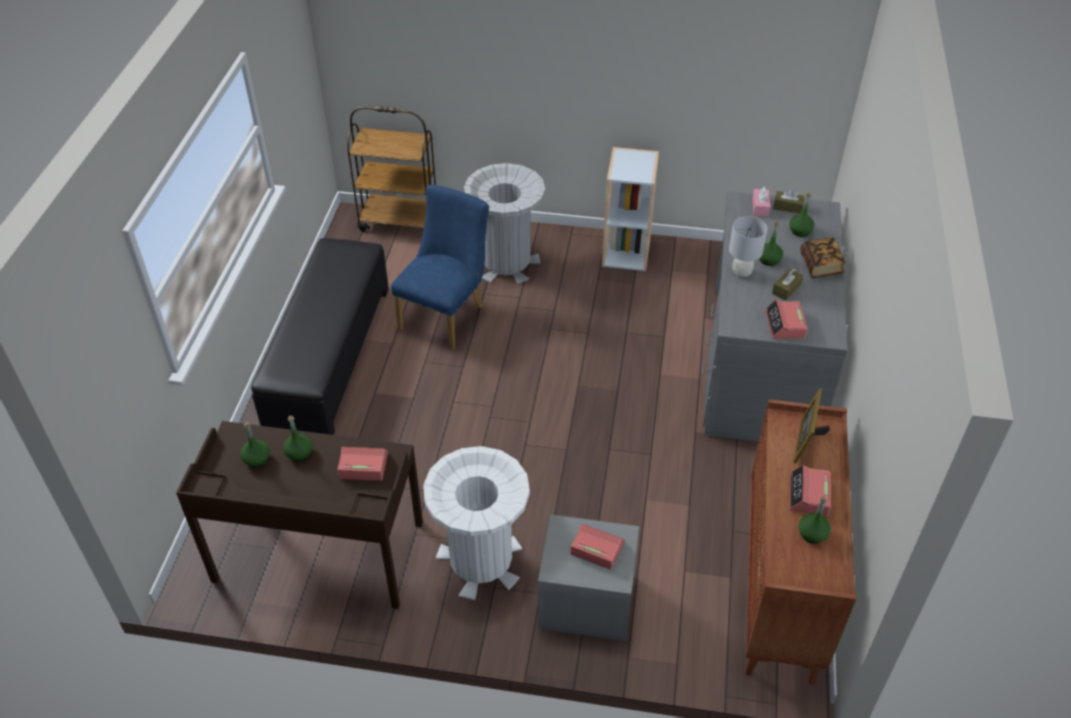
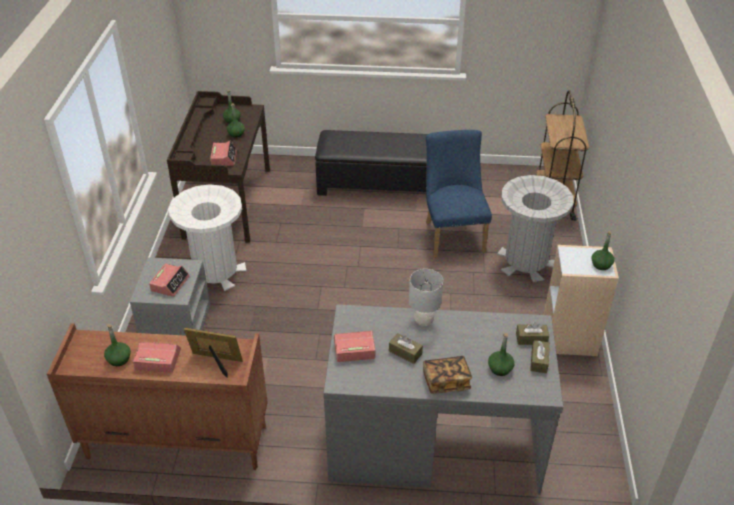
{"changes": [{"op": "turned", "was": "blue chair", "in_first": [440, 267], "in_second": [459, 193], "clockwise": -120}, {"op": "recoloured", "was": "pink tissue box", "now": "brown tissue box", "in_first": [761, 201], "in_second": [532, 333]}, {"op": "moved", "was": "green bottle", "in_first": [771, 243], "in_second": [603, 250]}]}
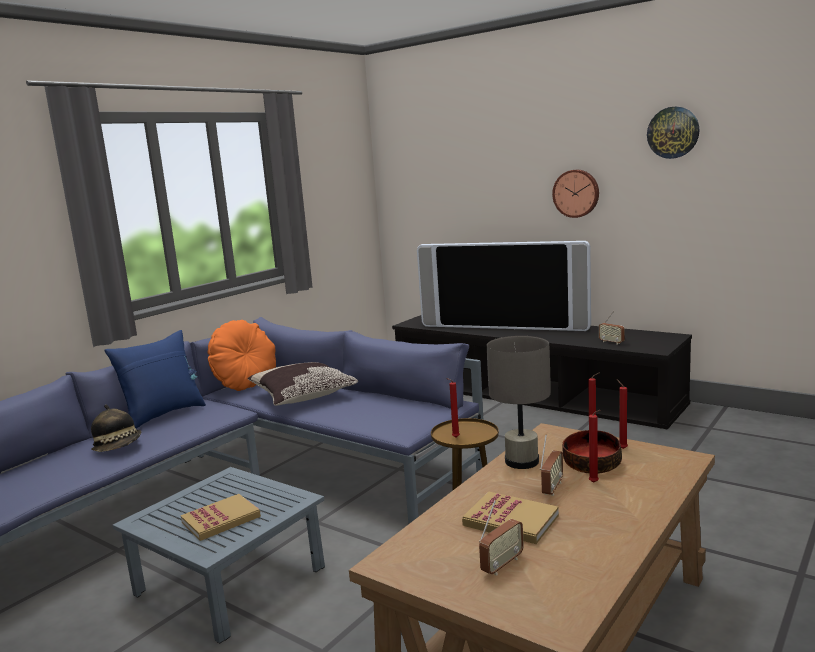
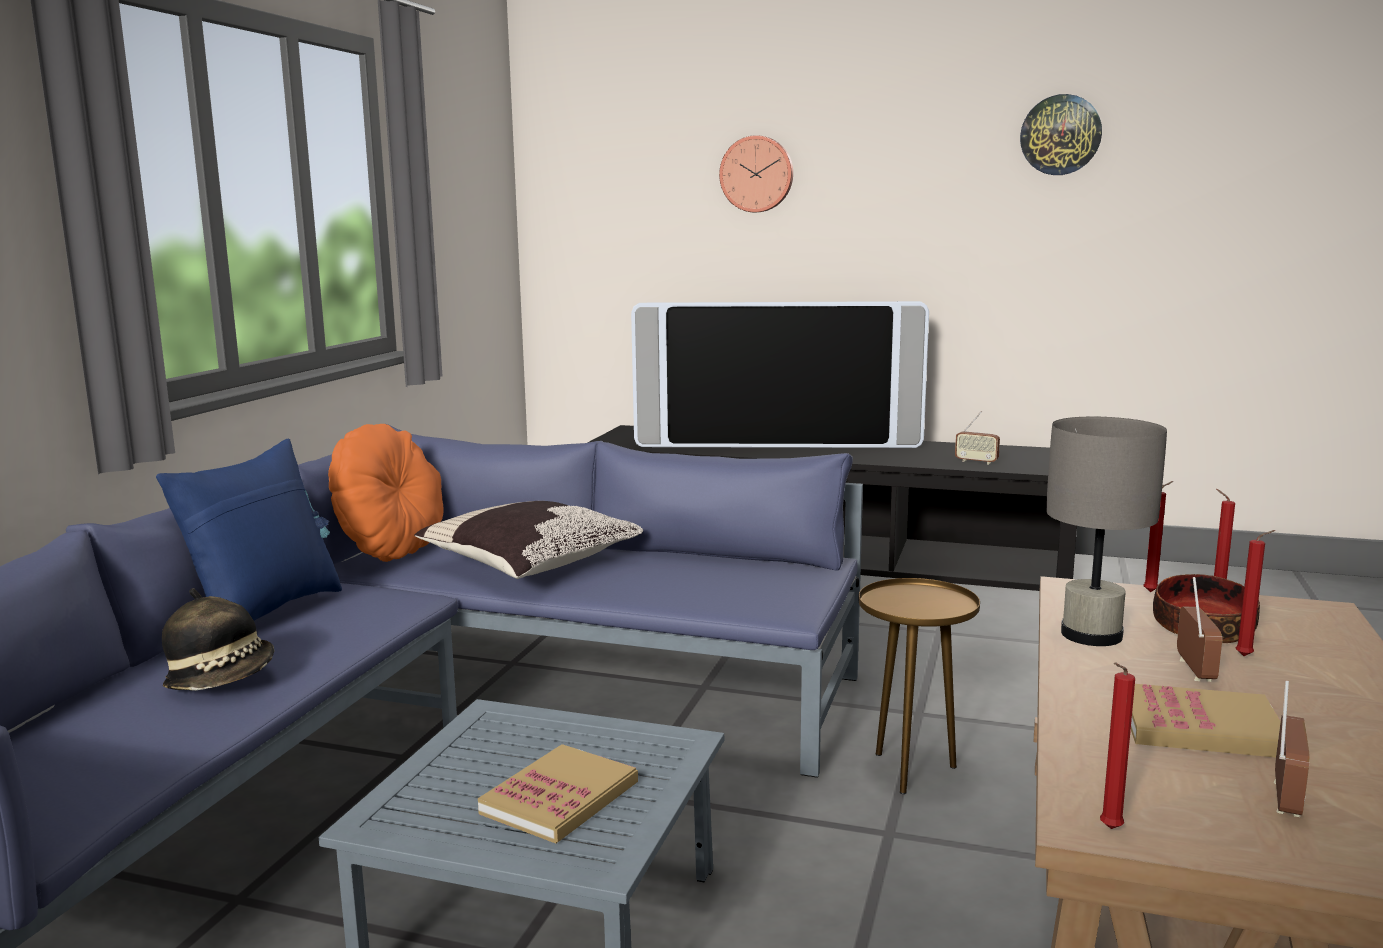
{"changes": [{"op": "moved", "was": "wall clock", "in_first": [575, 194], "in_second": [756, 173]}, {"op": "moved", "was": "red candle", "in_first": [453, 407], "in_second": [1117, 745]}]}
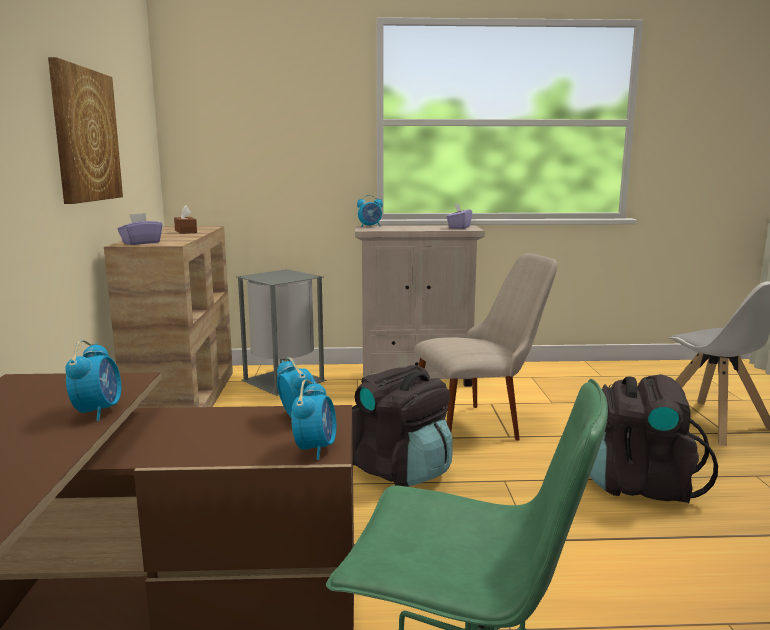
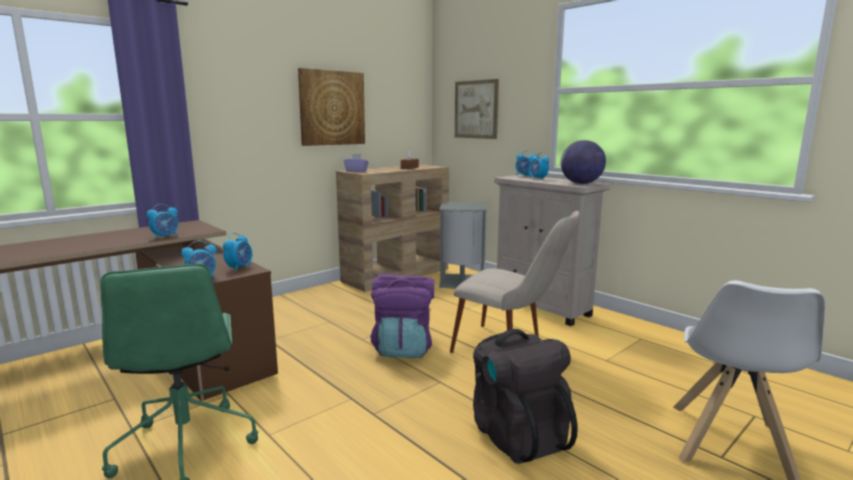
{"changes": [{"op": "recoloured", "was": "black backpack", "now": "purple backpack", "in_first": [402, 426], "in_second": [402, 316]}, {"op": "added", "now": "picture", "in_second": [477, 109]}, {"op": "added", "now": "alarm clock", "in_second": [539, 166]}, {"op": "replaced", "was": "purple tissue box", "now": "globe", "in_first": [459, 216], "in_second": [583, 162]}]}
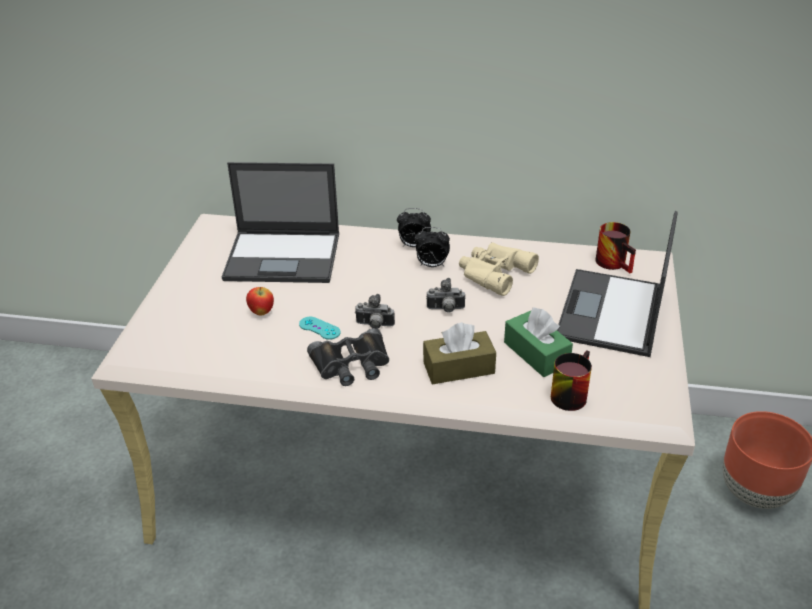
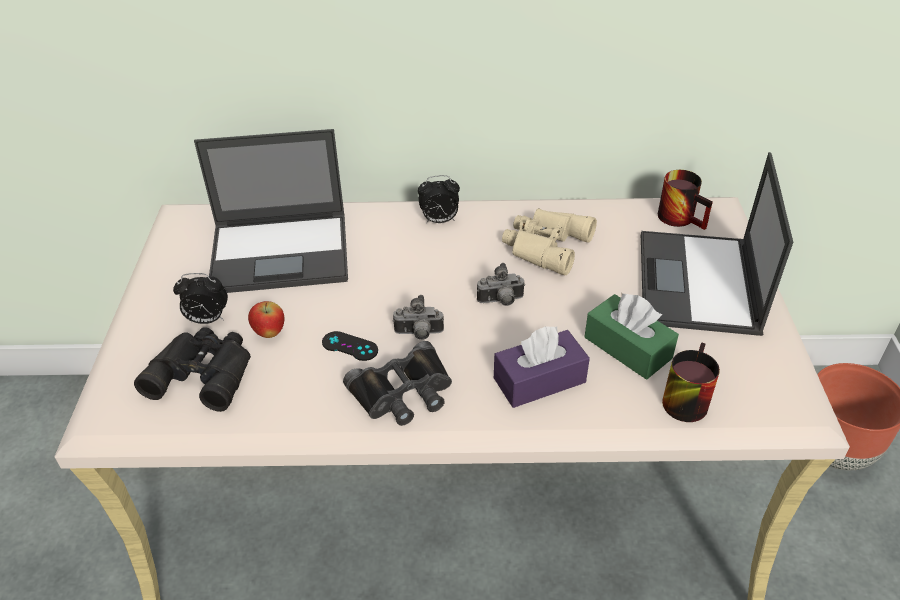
{"changes": [{"op": "added", "now": "black binoculars", "in_second": [192, 369]}, {"op": "moved", "was": "alarm clock", "in_first": [432, 247], "in_second": [200, 298]}, {"op": "recoloured", "was": "turquoise game controller", "now": "black game controller", "in_first": [319, 328], "in_second": [350, 346]}, {"op": "recoloured", "was": "brown tissue box", "now": "purple tissue box", "in_first": [459, 353], "in_second": [542, 367]}]}
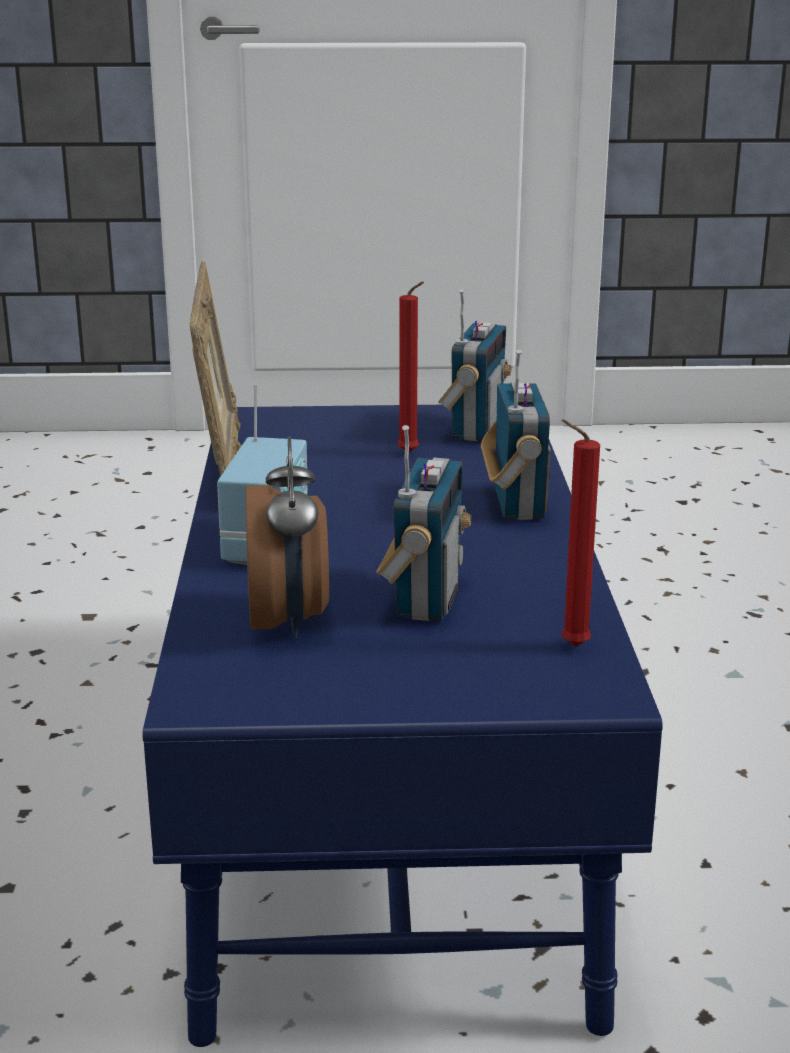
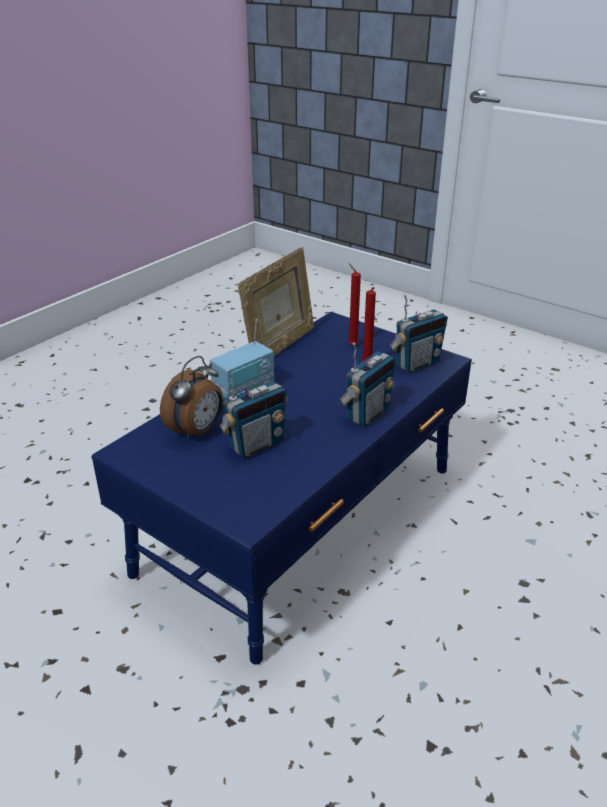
{"changes": [{"op": "moved", "was": "red candle", "in_first": [580, 533], "in_second": [354, 304]}]}
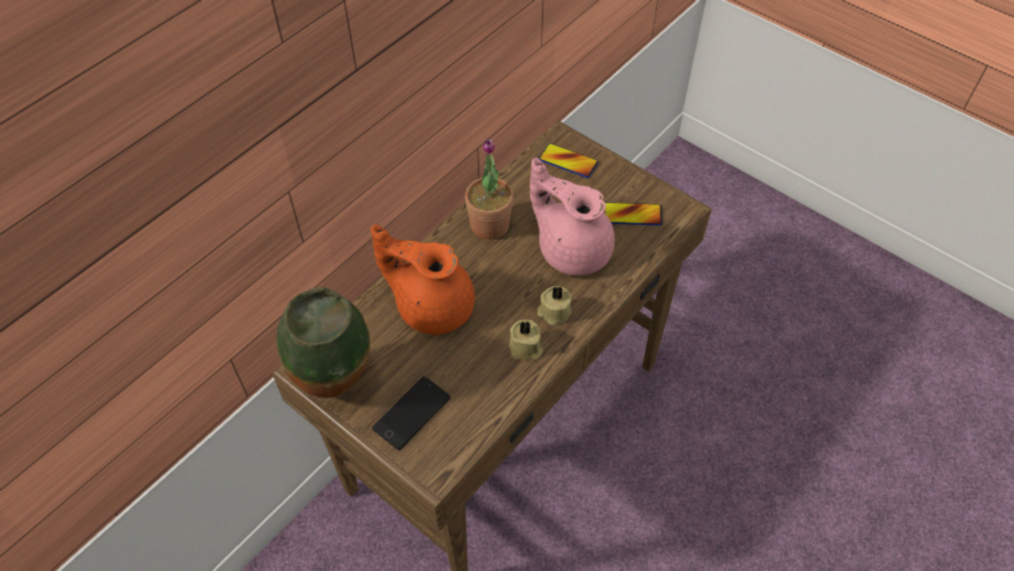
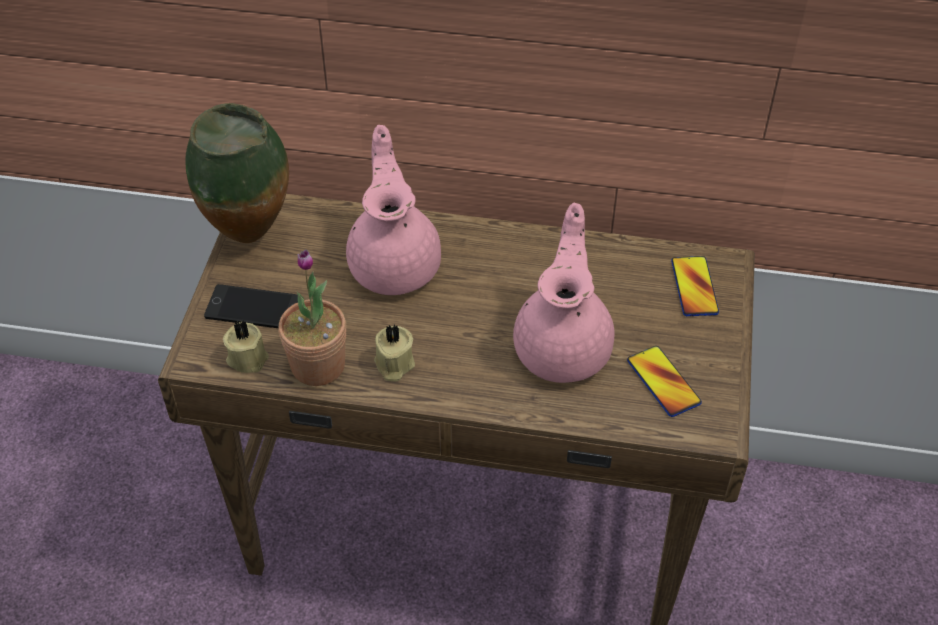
{"changes": [{"op": "moved", "was": "beige candle", "in_first": [554, 306], "in_second": [246, 346]}, {"op": "moved", "was": "potted plant", "in_first": [489, 189], "in_second": [312, 317]}, {"op": "recoloured", "was": "orange teapot", "now": "pink teapot", "in_first": [423, 280], "in_second": [393, 210]}]}
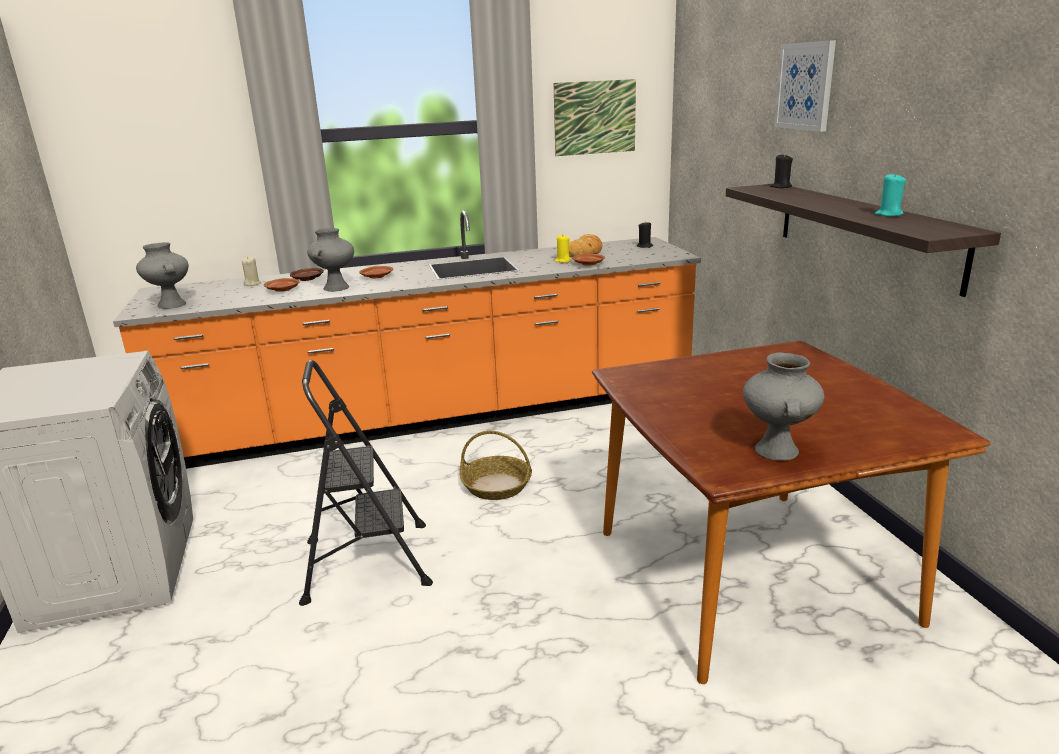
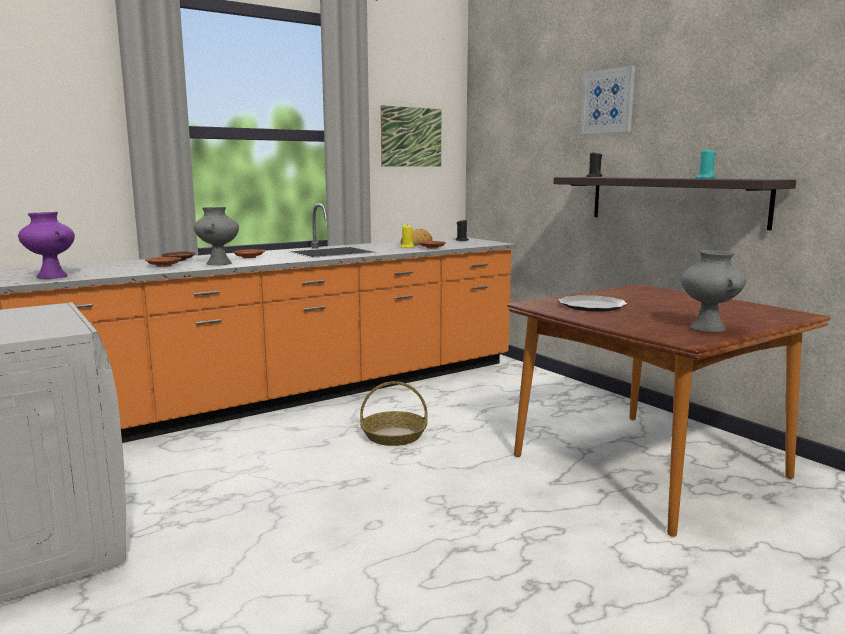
{"changes": [{"op": "recoloured", "was": "grey vase", "now": "purple vase", "in_first": [162, 275], "in_second": [46, 245]}, {"op": "added", "now": "plate", "in_second": [593, 303]}, {"op": "removed", "was": "beige candle", "in_first": [251, 271]}, {"op": "removed", "was": "black step ladder", "in_first": [366, 483]}]}
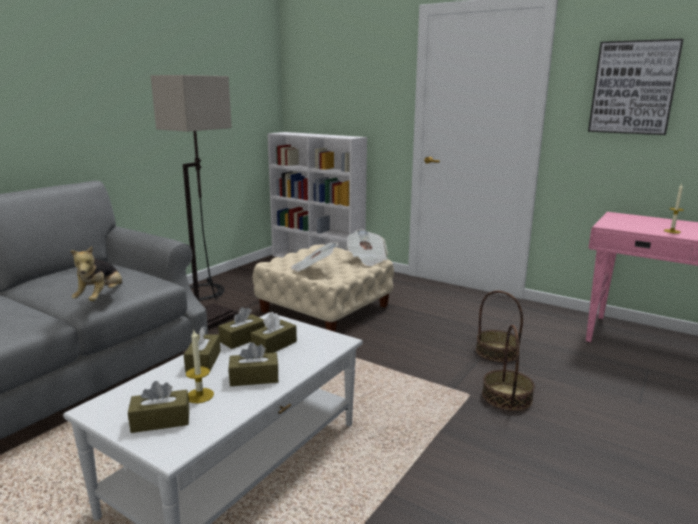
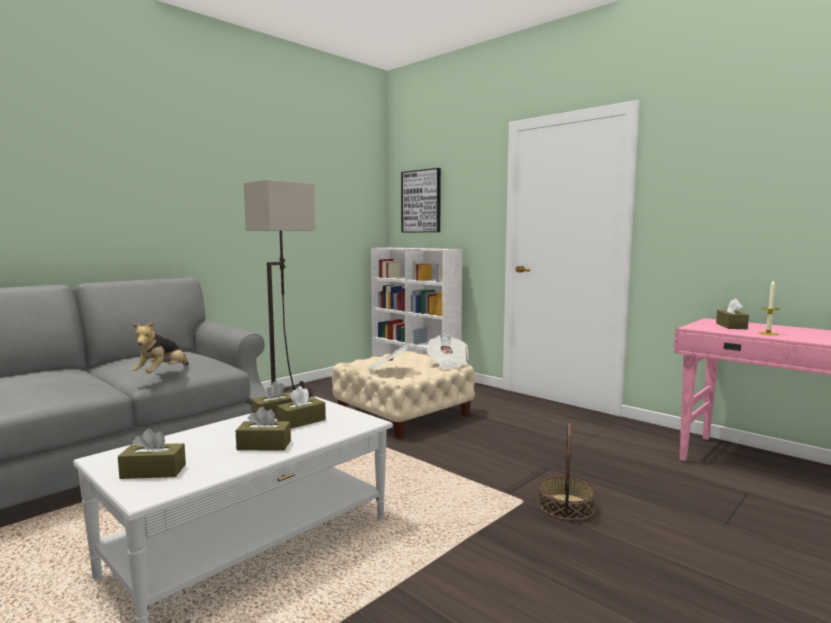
{"changes": [{"op": "moved", "was": "picture", "in_first": [636, 87], "in_second": [421, 200]}, {"op": "moved", "was": "brown tissue box", "in_first": [202, 349], "in_second": [732, 313]}, {"op": "removed", "was": "candle", "in_first": [200, 366]}, {"op": "removed", "was": "basket", "in_first": [499, 326]}]}
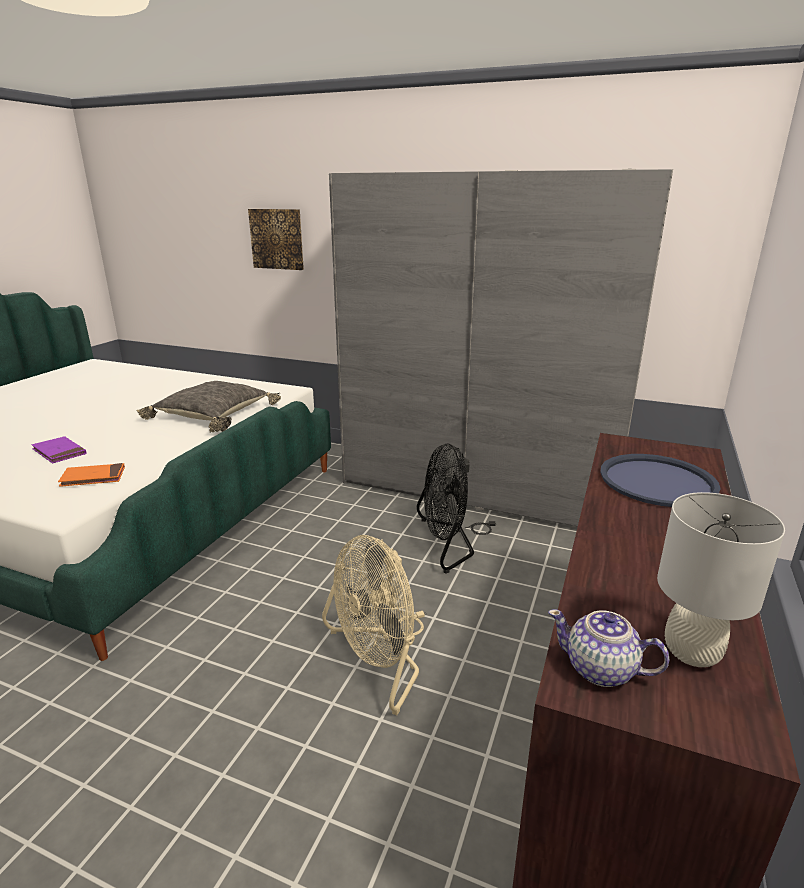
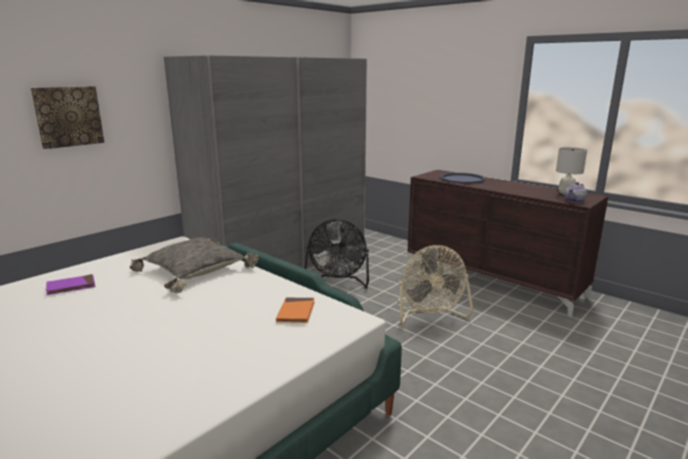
{"changes": [{"op": "moved", "was": "purple book", "in_first": [59, 450], "in_second": [70, 284]}]}
